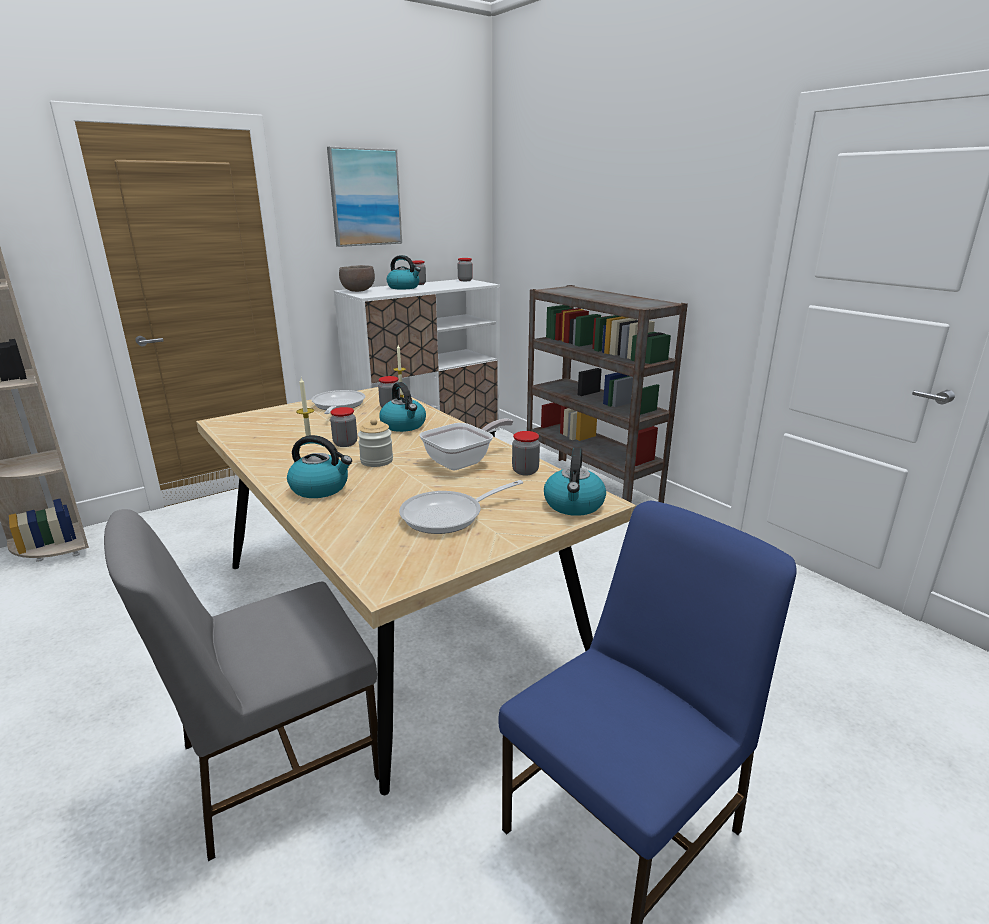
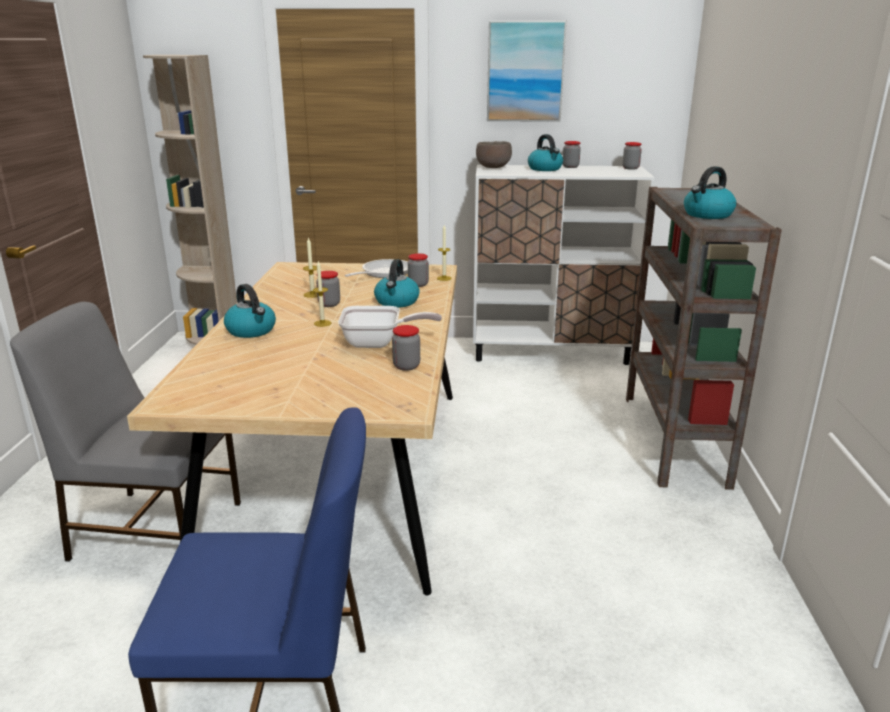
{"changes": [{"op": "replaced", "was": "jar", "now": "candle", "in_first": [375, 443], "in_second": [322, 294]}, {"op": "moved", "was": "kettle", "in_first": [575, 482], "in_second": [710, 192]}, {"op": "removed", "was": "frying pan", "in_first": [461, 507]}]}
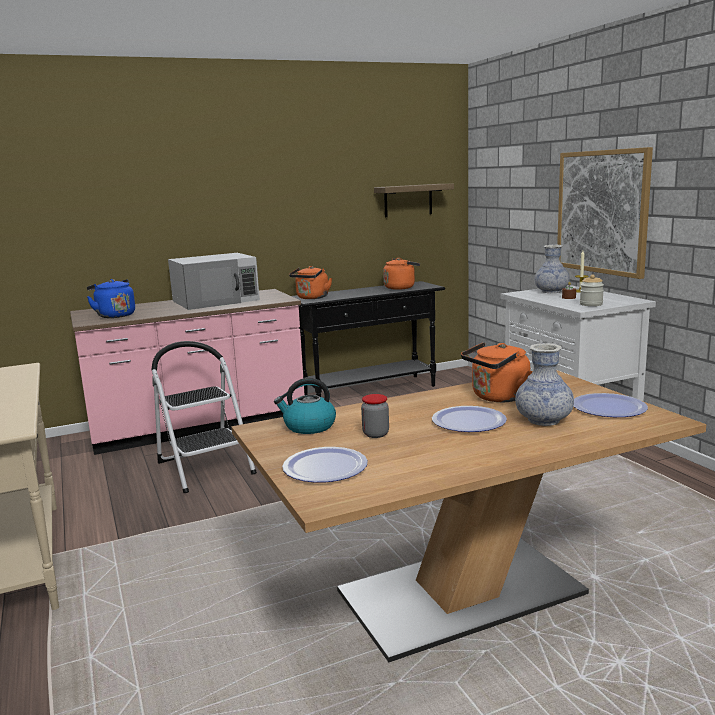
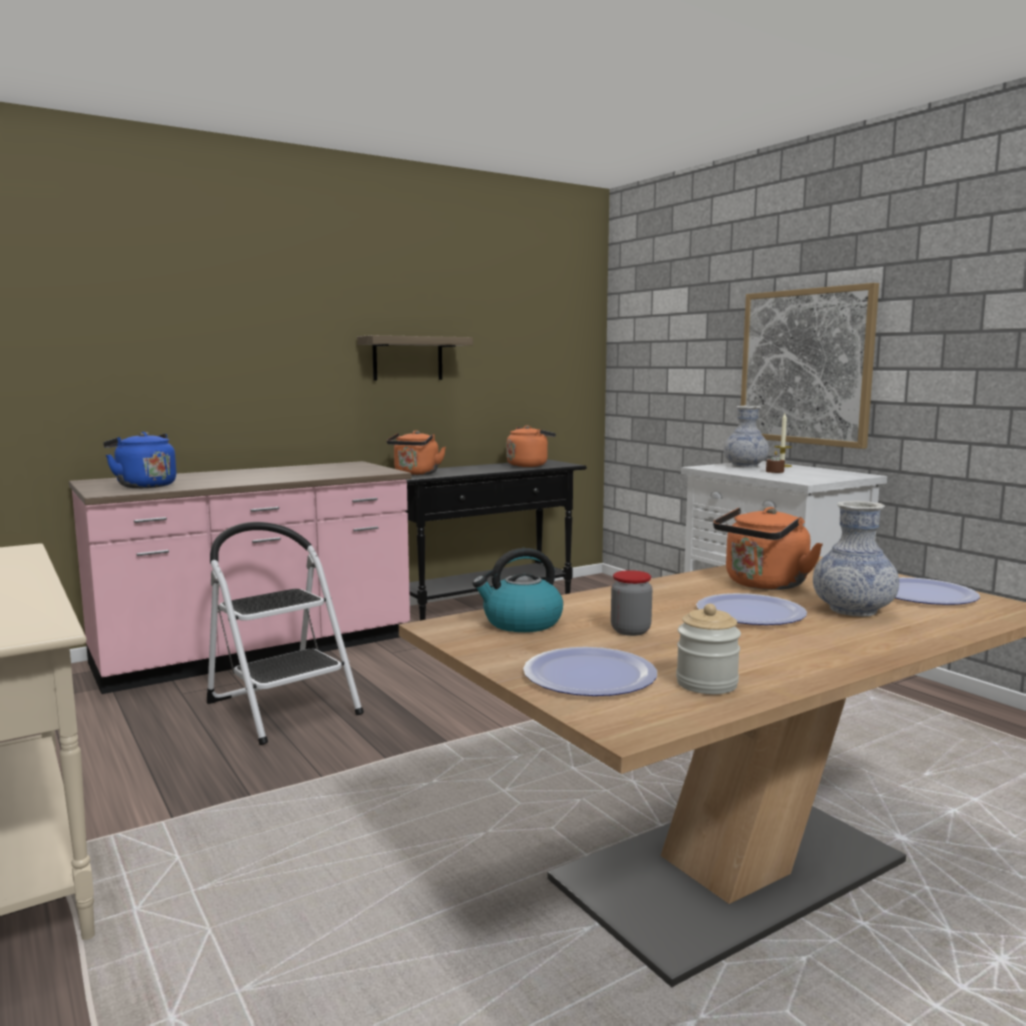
{"changes": [{"op": "moved", "was": "shelf", "in_first": [414, 200], "in_second": [415, 358]}, {"op": "moved", "was": "jar", "in_first": [592, 290], "in_second": [708, 649]}, {"op": "removed", "was": "white microwave", "in_first": [214, 281]}]}
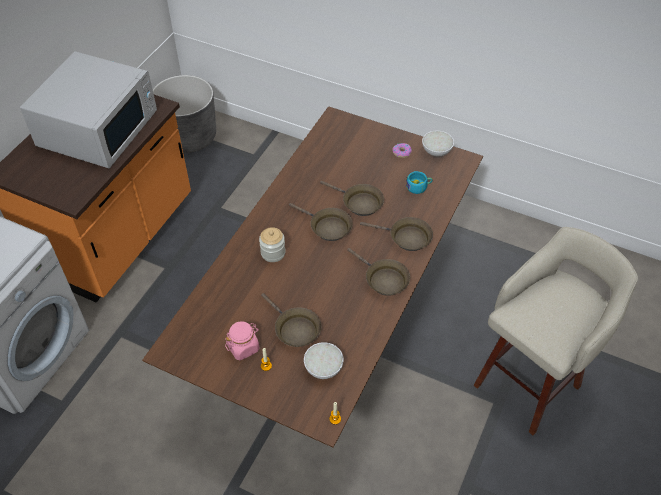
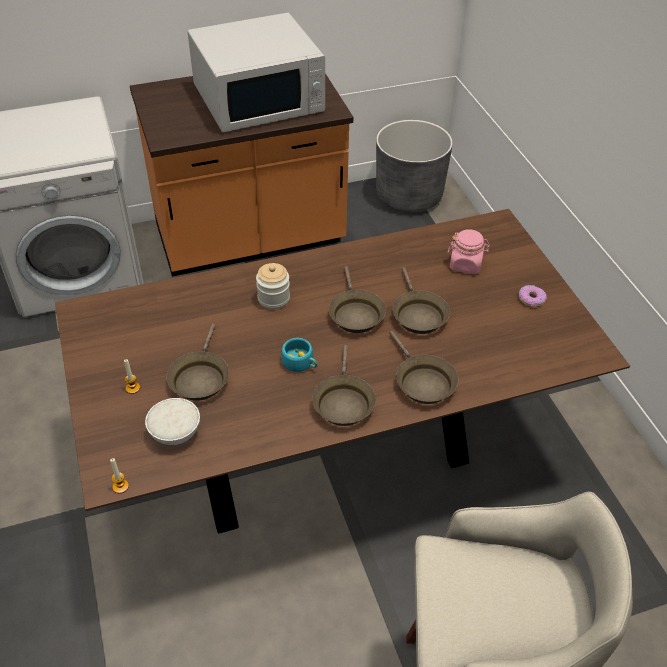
{"changes": [{"op": "moved", "was": "turquoise cup", "in_first": [419, 182], "in_second": [299, 355]}, {"op": "moved", "was": "pink jar", "in_first": [242, 340], "in_second": [469, 251]}, {"op": "removed", "was": "white bowl", "in_first": [438, 143]}]}
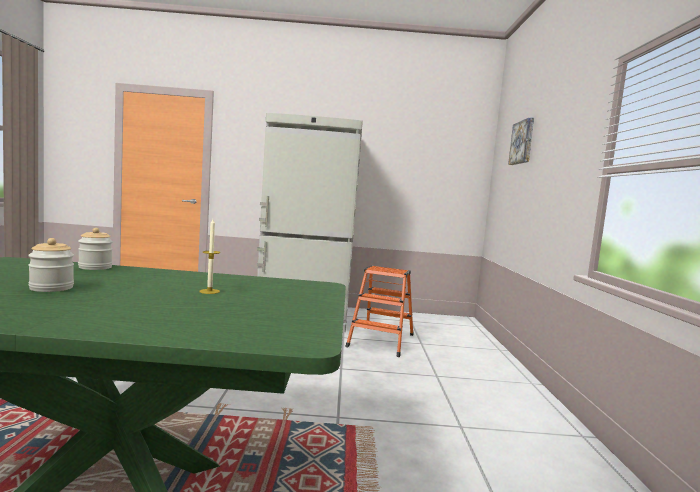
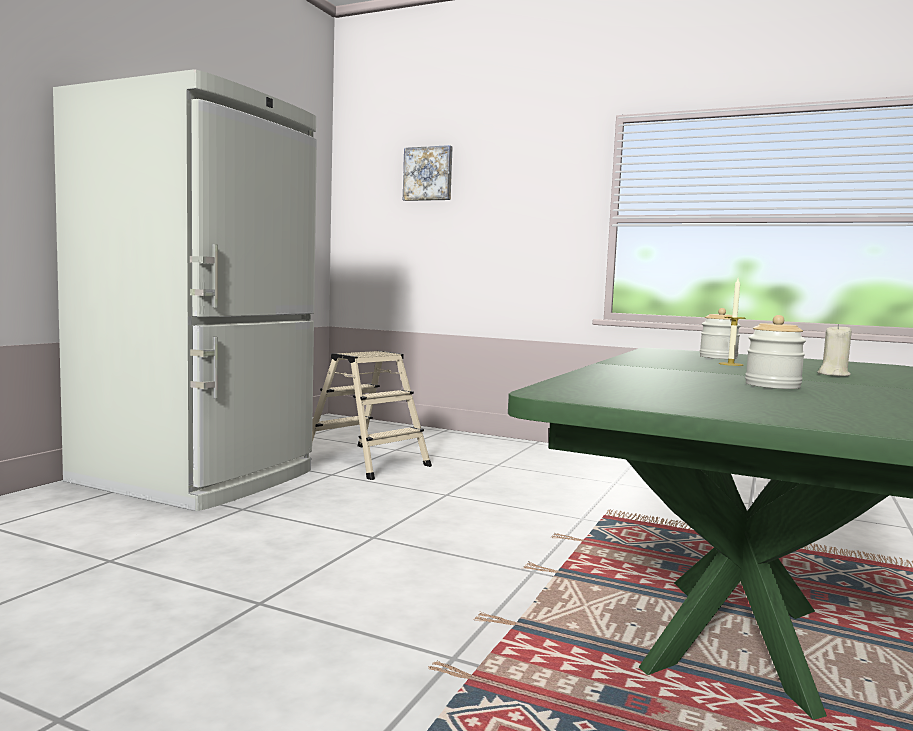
{"changes": [{"op": "recoloured", "was": "orange step ladder", "now": "beige step ladder", "in_first": [379, 311], "in_second": [372, 415]}, {"op": "moved", "was": "jar", "in_first": [95, 249], "in_second": [720, 333]}, {"op": "added", "now": "beige candle", "in_second": [834, 350]}]}
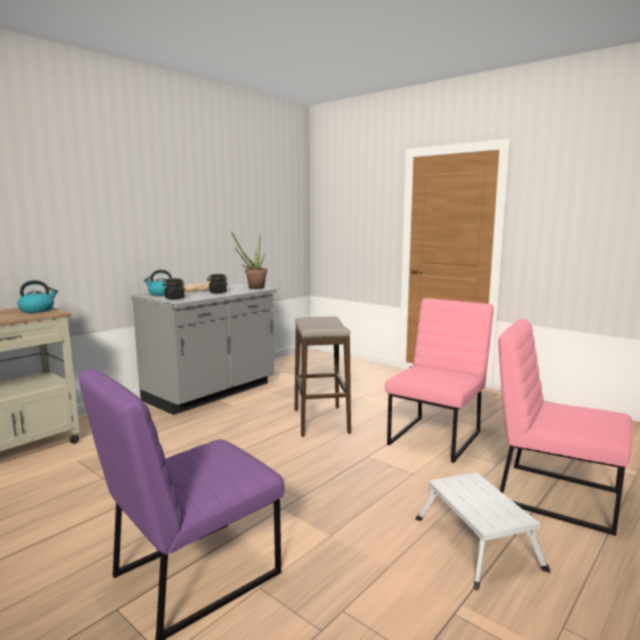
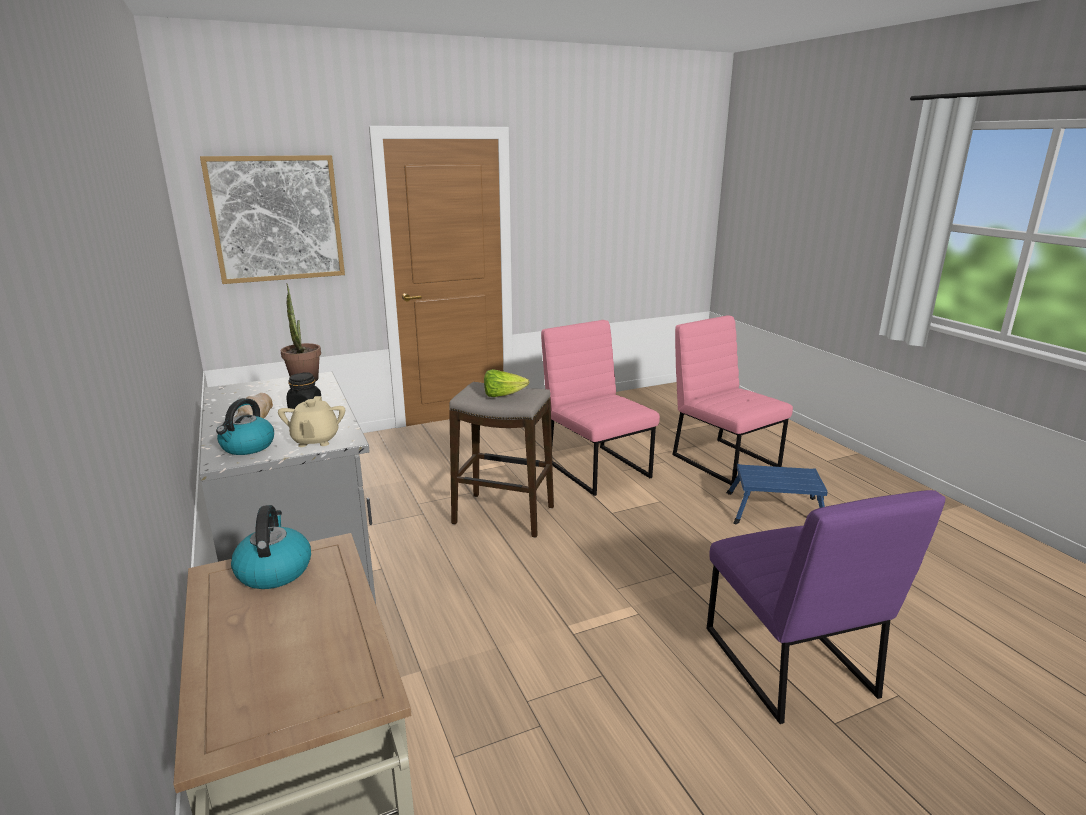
{"changes": [{"op": "added", "now": "picture", "in_second": [272, 219]}, {"op": "replaced", "was": "black jar", "now": "beige teapot", "in_first": [173, 288], "in_second": [311, 421]}, {"op": "added", "now": "lettuce", "in_second": [506, 383]}, {"op": "turned", "was": "pink chair", "in_first": [565, 427], "in_second": [732, 400], "clockwise": 90}, {"op": "recoloured", "was": "white step ladder", "now": "blue step ladder", "in_first": [482, 531], "in_second": [777, 494]}]}
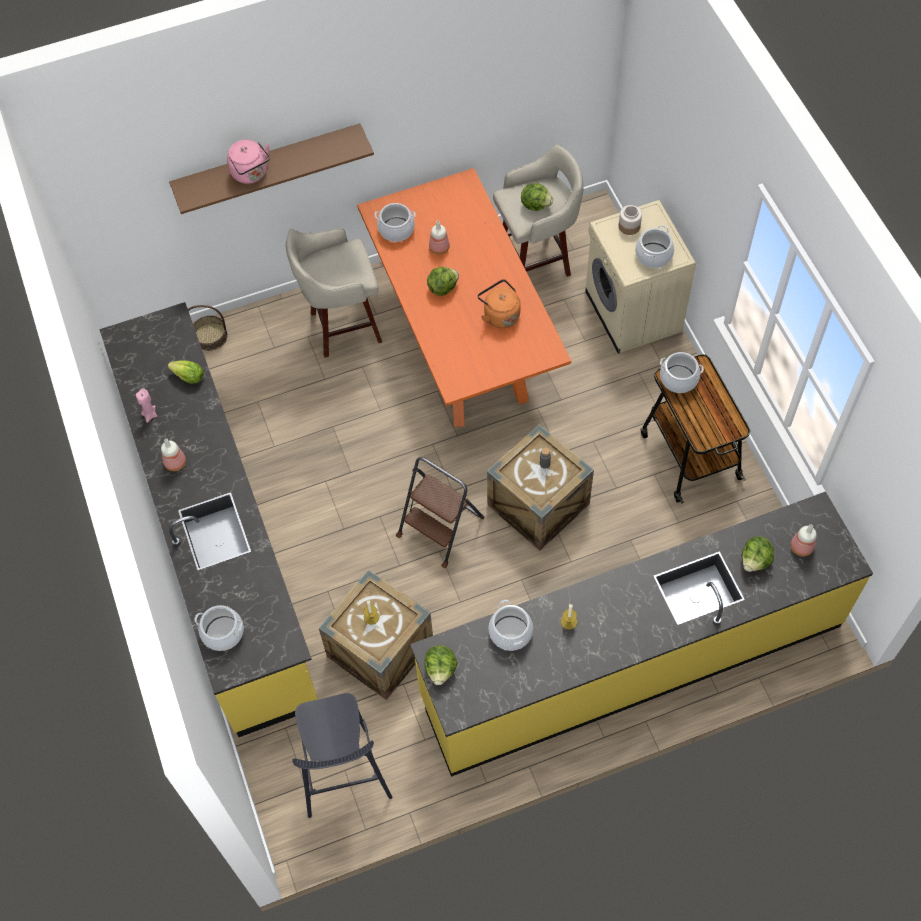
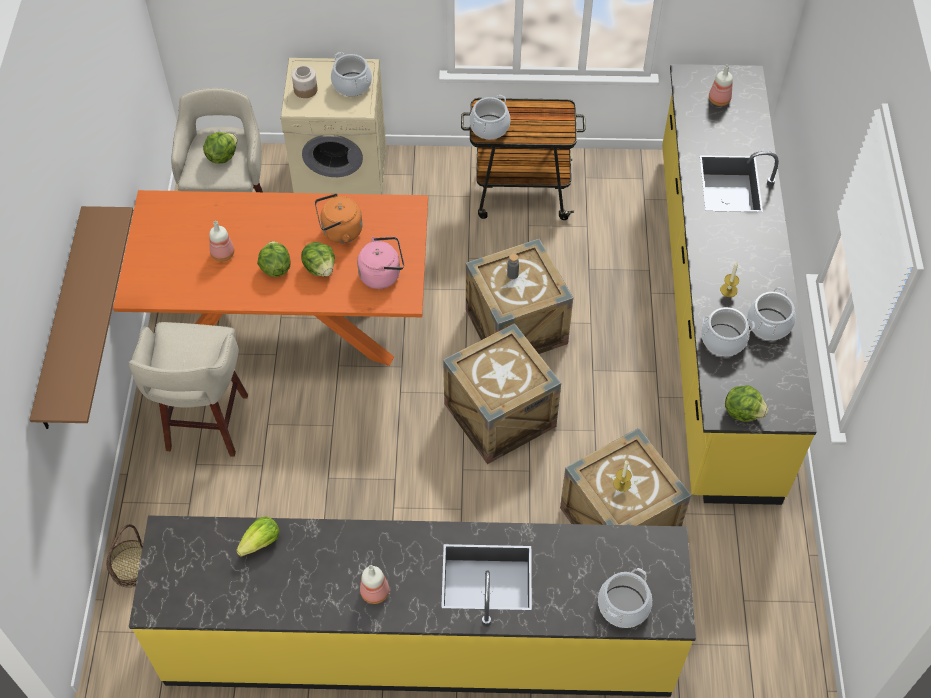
{"changes": [{"op": "moved", "was": "lettuce", "in_first": [758, 554], "in_second": [318, 259]}, {"op": "moved", "was": "pink kettle", "in_first": [248, 162], "in_second": [380, 263]}, {"op": "replaced", "was": "brown step ladder", "now": "crate", "in_first": [440, 512], "in_second": [502, 393]}, {"op": "moved", "was": "cooking pot", "in_first": [395, 222], "in_second": [771, 313]}, {"op": "removed", "was": "pink candle", "in_first": [146, 405]}, {"op": "removed", "was": "grey stool", "in_first": [342, 755]}]}
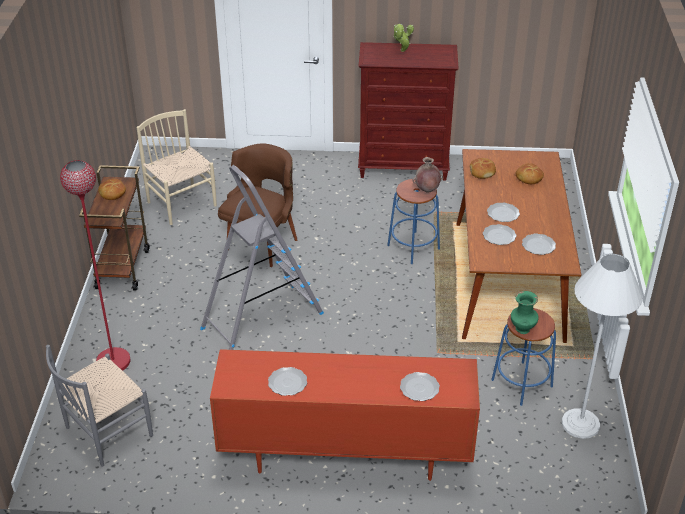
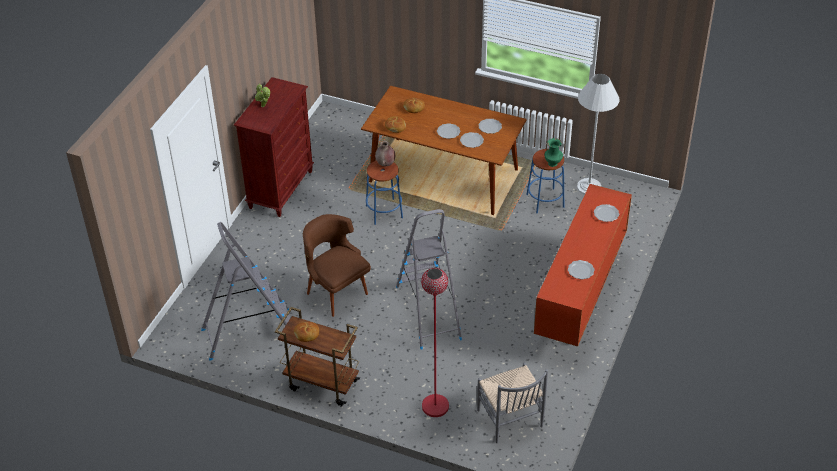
{"changes": [{"op": "replaced", "was": "beige chair", "now": "grey step ladder", "in_first": [177, 167], "in_second": [245, 291]}]}
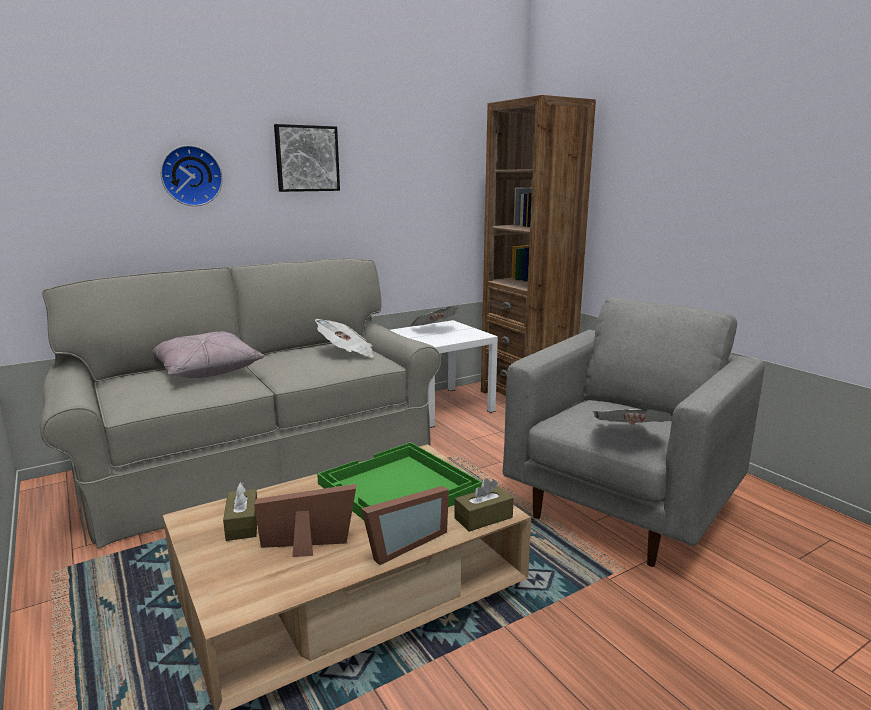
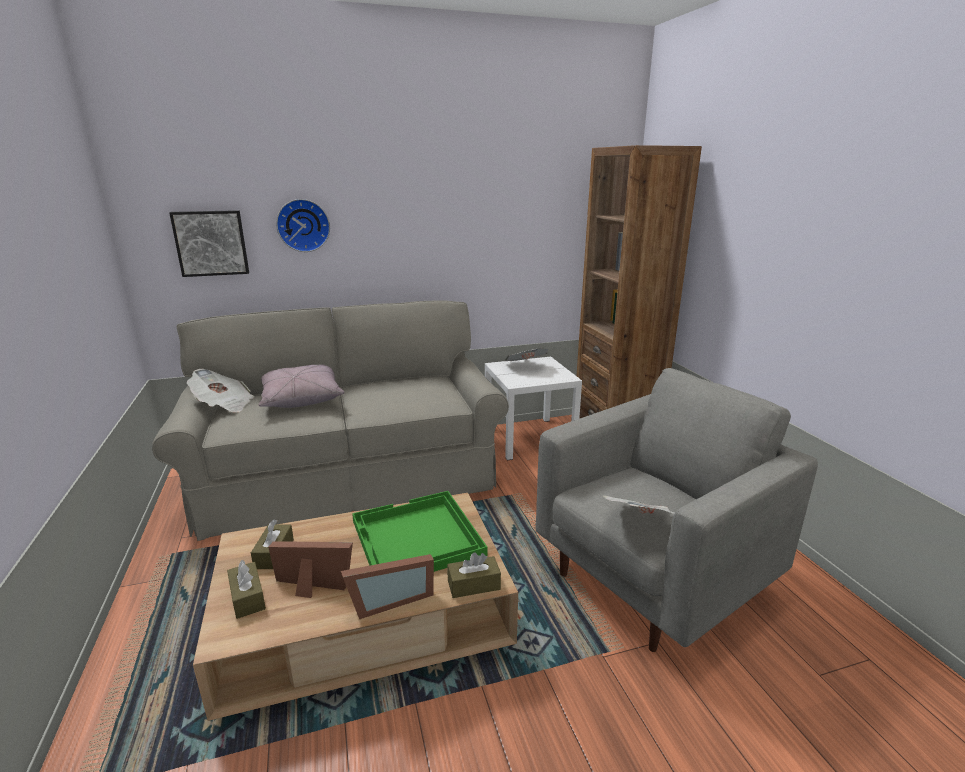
{"changes": [{"op": "moved", "was": "picture", "in_first": [307, 158], "in_second": [209, 243]}, {"op": "moved", "was": "newspaper", "in_first": [344, 338], "in_second": [220, 390]}, {"op": "added", "now": "brown tissue box", "in_second": [246, 589]}]}
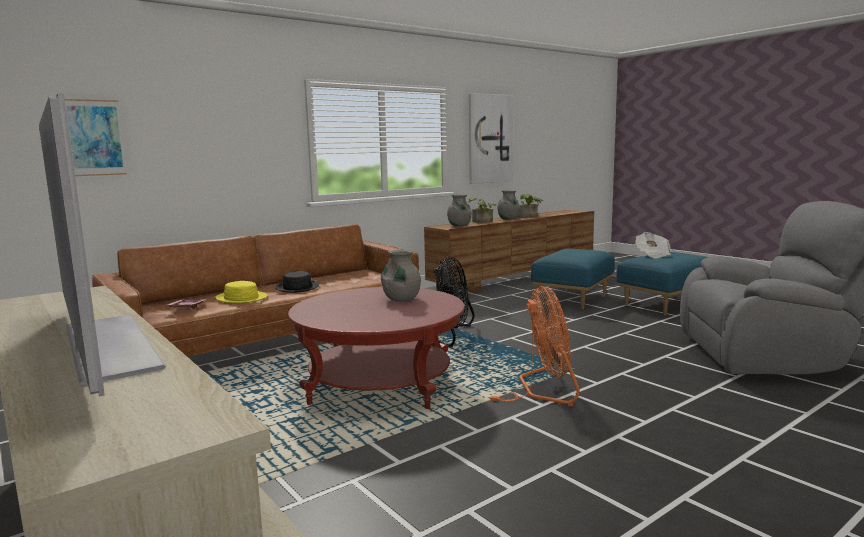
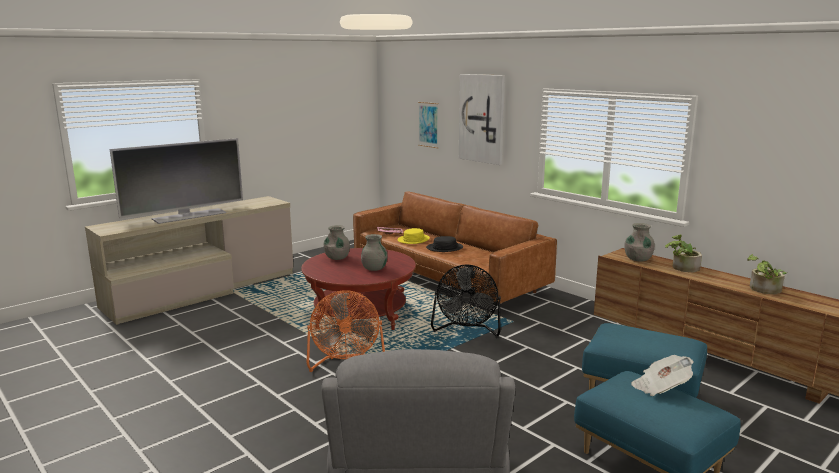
{"changes": [{"op": "moved", "was": "grey vase", "in_first": [509, 205], "in_second": [337, 242]}, {"op": "moved", "was": "picture", "in_first": [491, 138], "in_second": [482, 119]}]}
